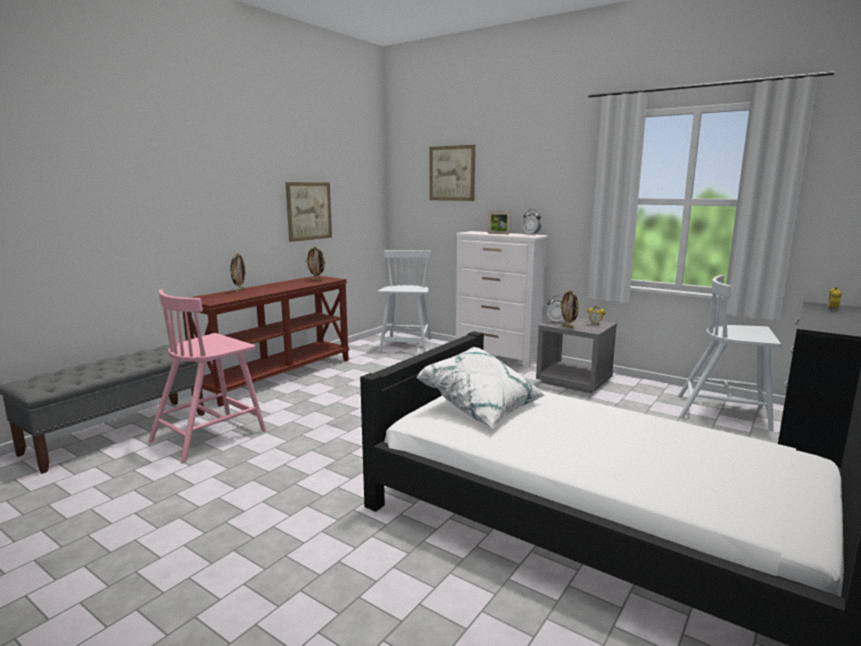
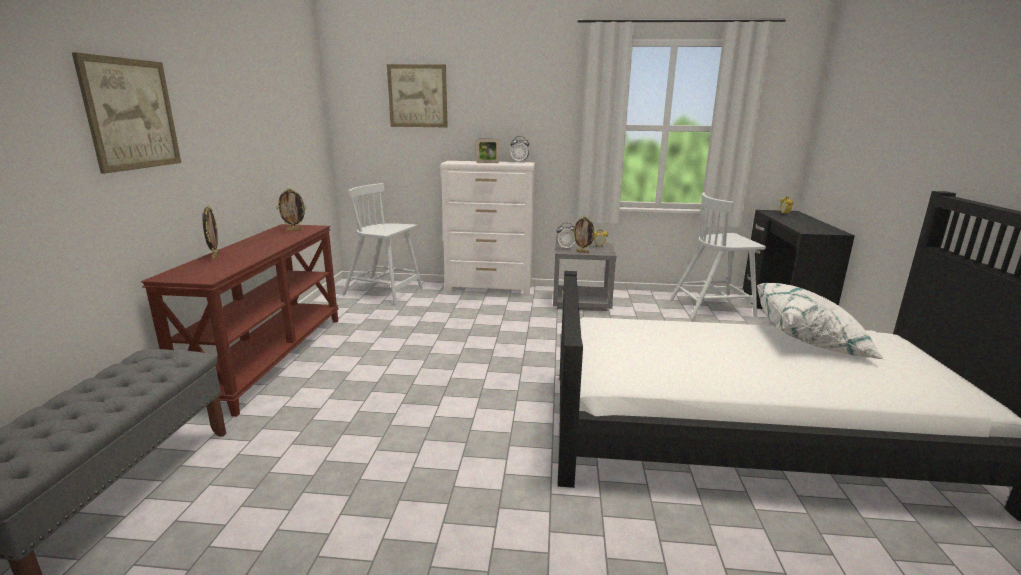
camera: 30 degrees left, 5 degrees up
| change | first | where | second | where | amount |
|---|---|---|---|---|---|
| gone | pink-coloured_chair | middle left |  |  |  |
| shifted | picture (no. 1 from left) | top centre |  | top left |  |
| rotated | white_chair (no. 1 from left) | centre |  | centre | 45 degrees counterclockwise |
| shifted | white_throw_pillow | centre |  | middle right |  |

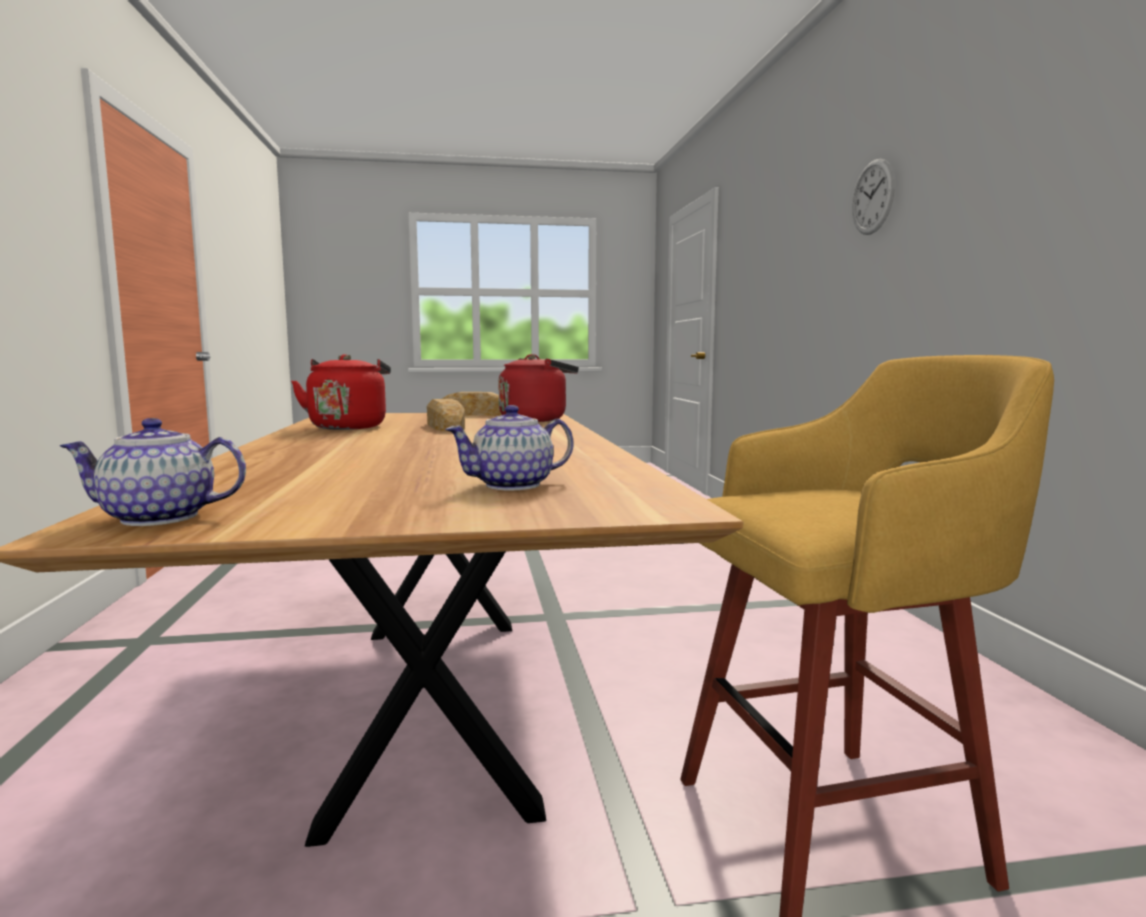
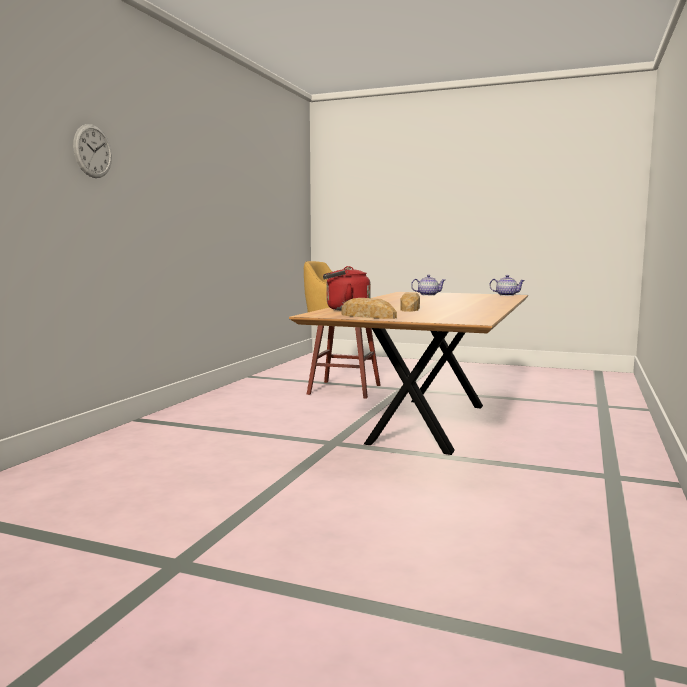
camera: 150 degrees left, 0 degrees up
| change | first | where | second | where | amount |
|---|---|---|---|---|---|
| gone | red_tea_kettle (no. 1 from left) | middle left |  |  |  |

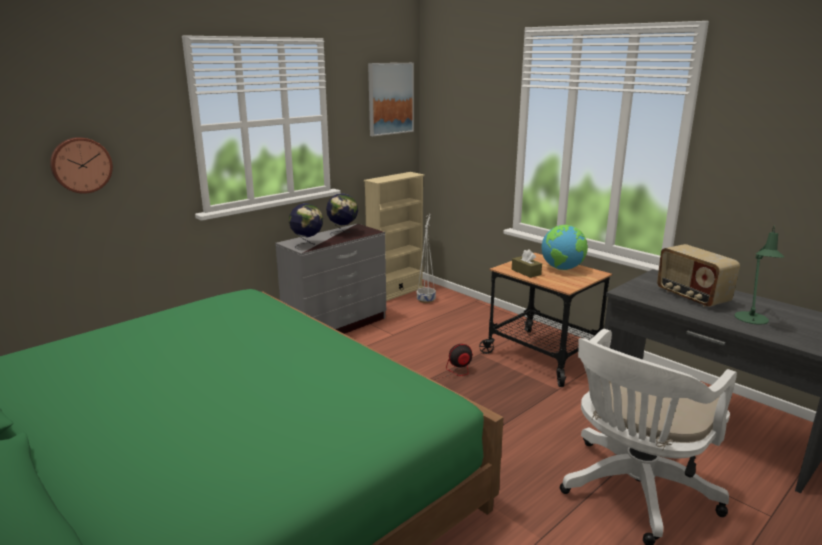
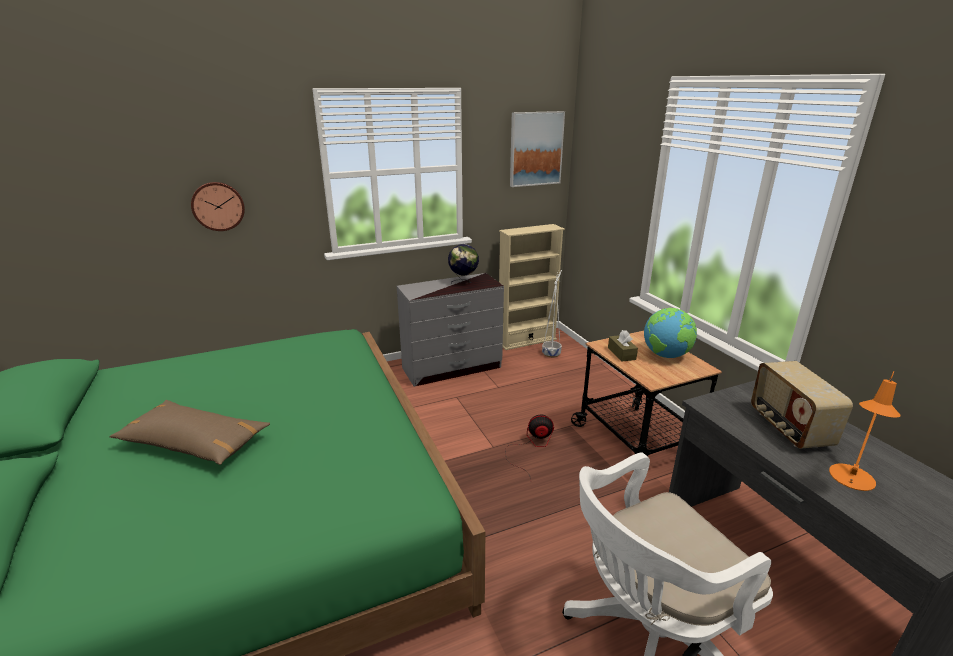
camera: 20 degrees right, 5 degrees up
| change | first | where | second | where | amount |
|---|---|---|---|---|---|
| gone | globe (no. 1 from left) | centre |  |  |  |
| repainted | green_tabletop_lamp | middle right | orangey_tabletop_lamp | middle right |  |
| new |  |  | brown_throw_pillow | middle left |  |

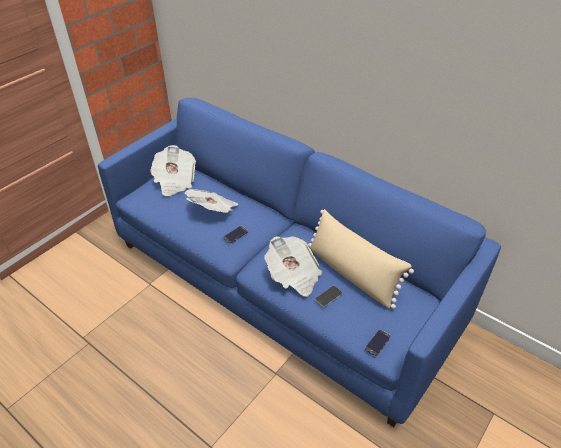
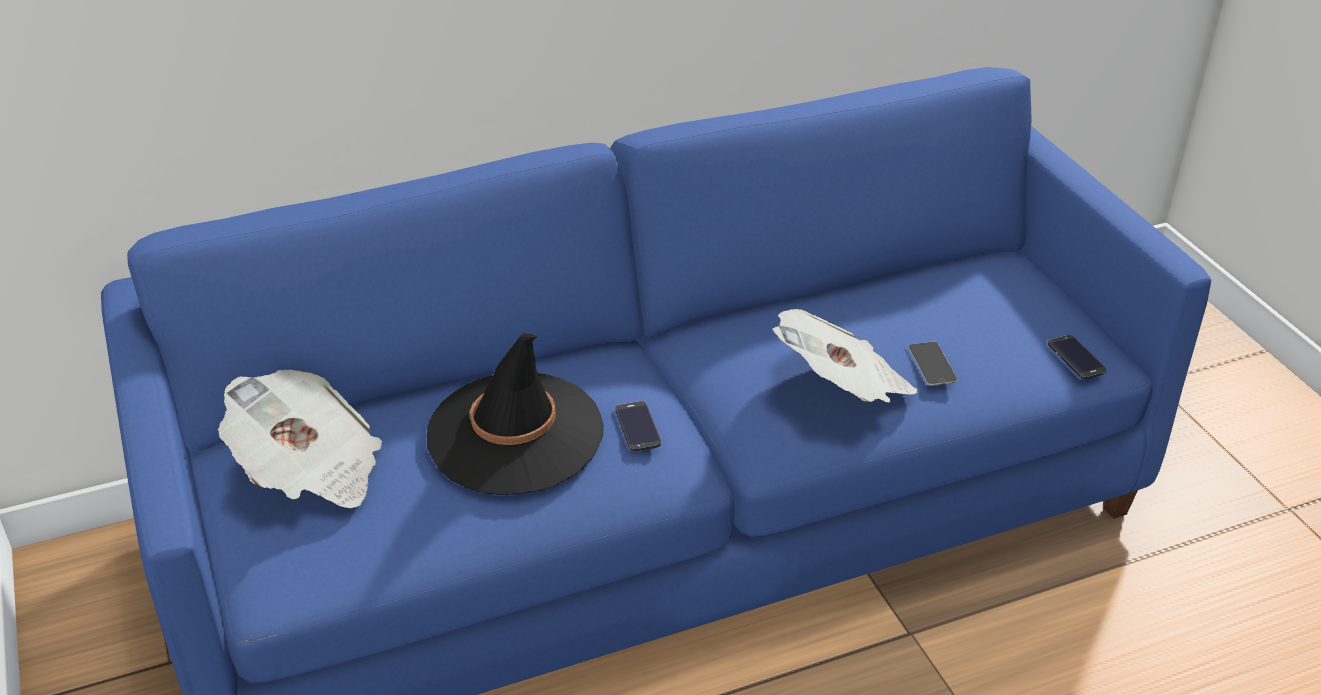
camera: 60 degrees left, 5 degrees down
| change | first | where | second | where | amount |
|---|---|---|---|---|---|
| swapped | printed_paper (no. 2 from left) | centre | blackish_clothing_hat | centre |  |
| gone | beige-coloured_throw_pillow | centre |  |  |  |

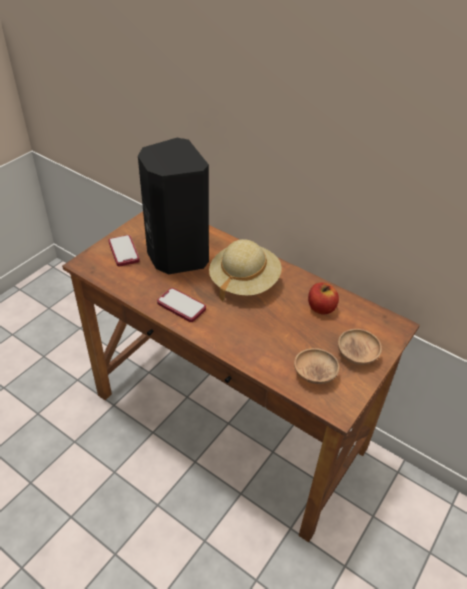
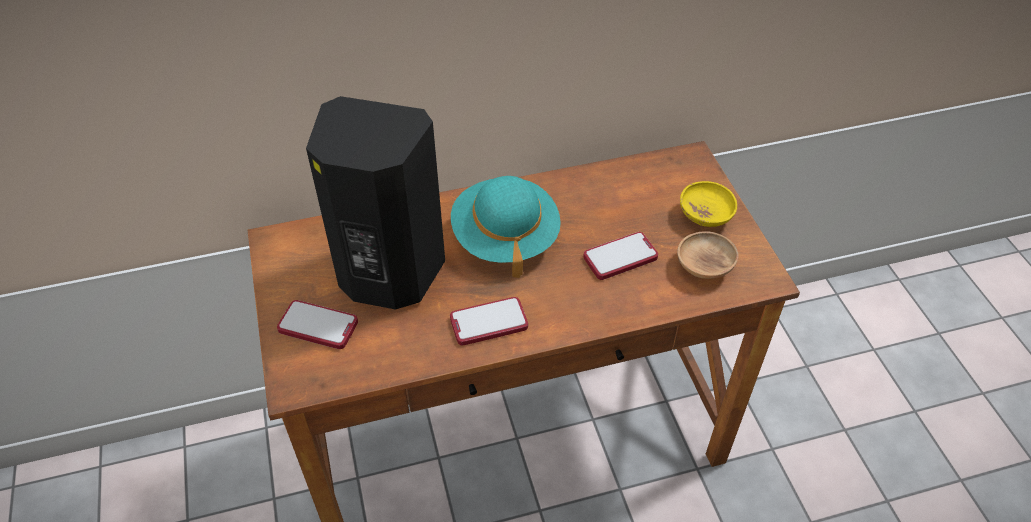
camera: 50 degrees left, 5 degrees up
| change | first | where | second | where | amount |
|---|---|---|---|---|---|
| repainted | beige-coloured_clothing_hat | centre | blue-green_clothing_hat | centre |  |
| gone | whole_apple | middle right |  |  |  |
| repainted | brown_serving_bowl (no. 2 from left) | middle right | yellow-coloured_serving_bowl | middle right |  |
| new |  |  | phone (no. 3 from left) | centre |  |

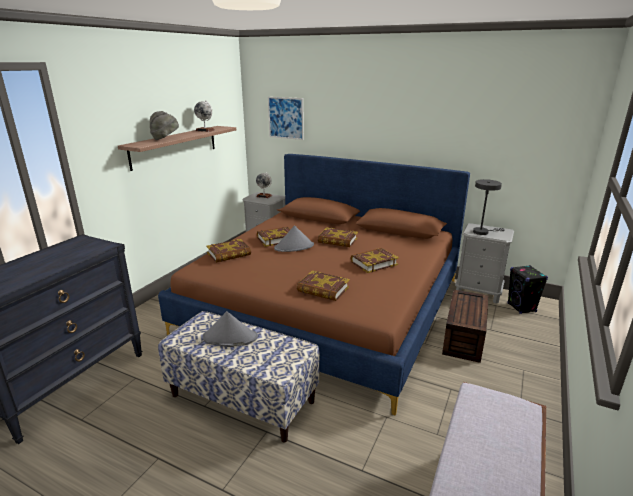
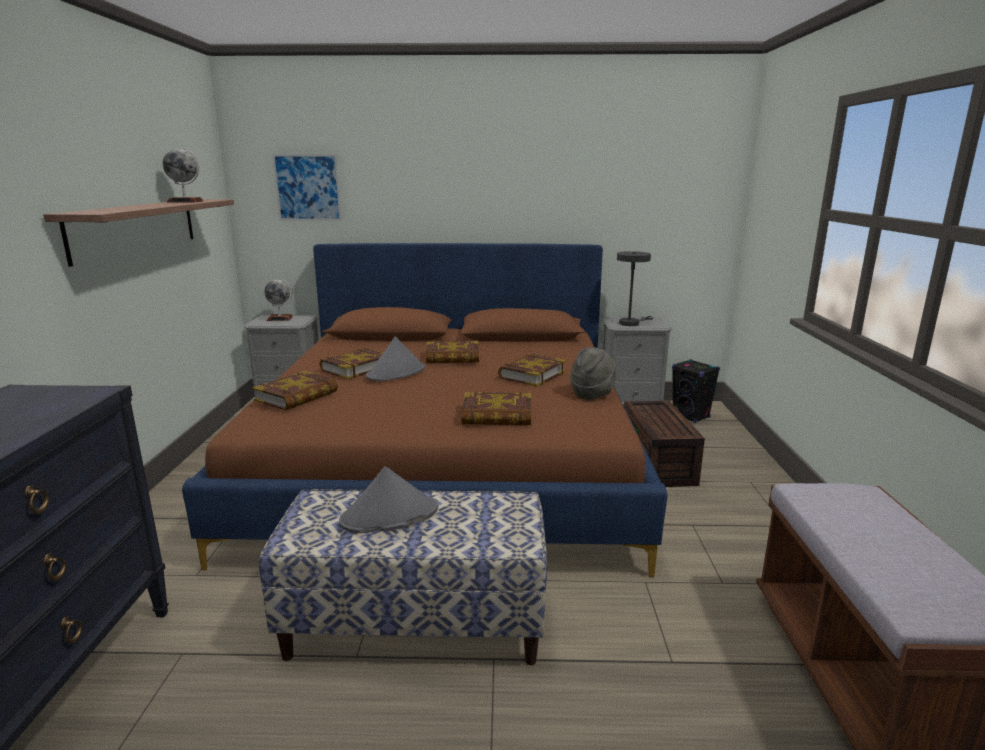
camera: 25 degrees left, 5 degrees down
| change | first | where | second | where | amount |
|---|---|---|---|---|---|
| shifted | greyish_clothing_hat (no. 1 from left in the first image) | top left | greyish_clothing_hat (no. 3 from left) | centre |  |

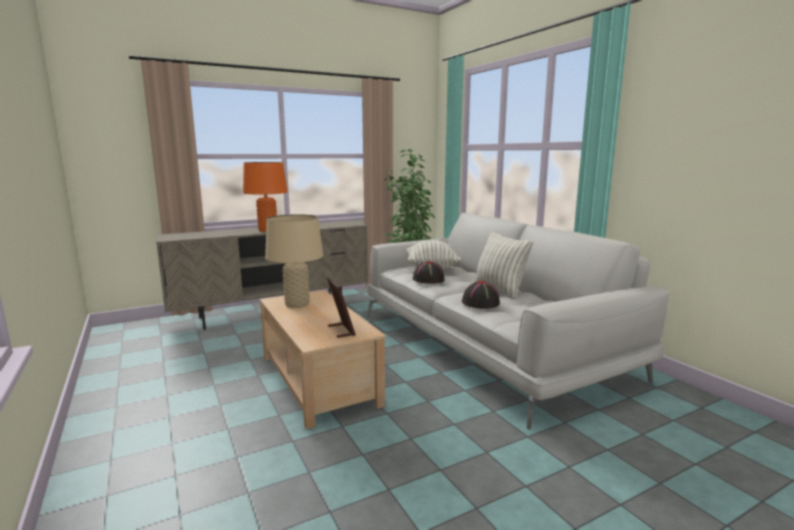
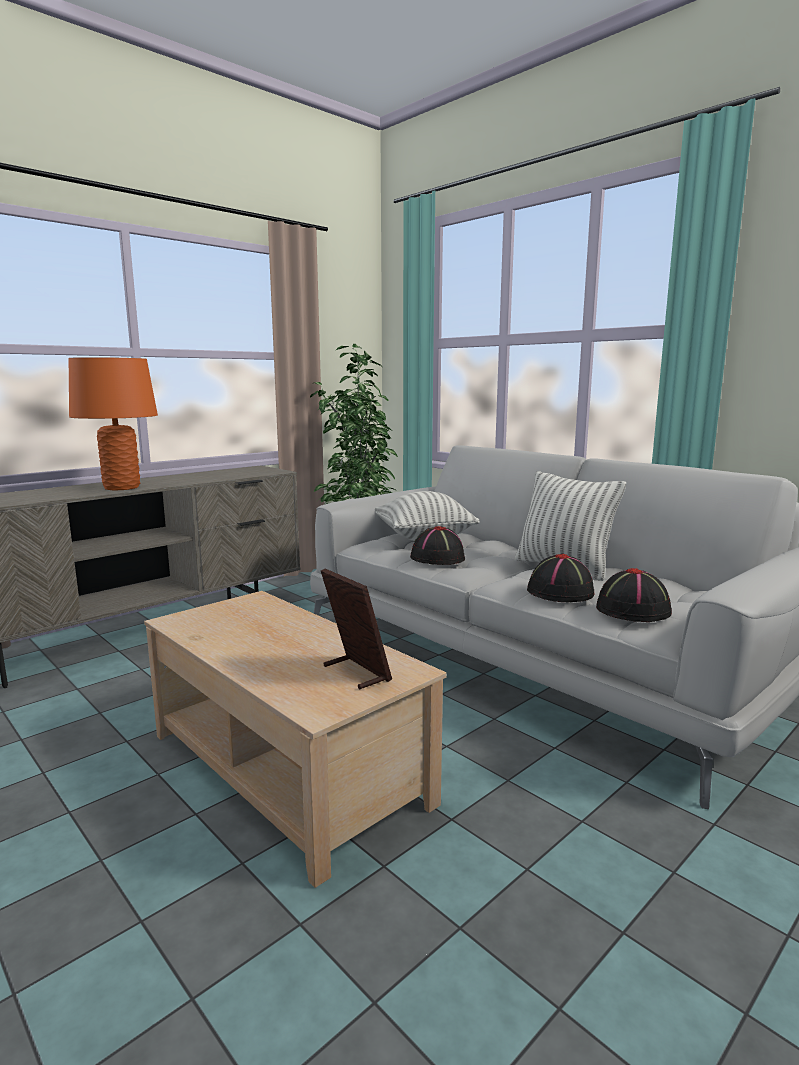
camera: 15 degrees left, 0 degrees up
| change | first | where | second | where | amount |
|---|---|---|---|---|---|
| gone | beige-coloured_tabletop_lamp | centre |  |  |  |
| new |  |  | blackish_clothing_hat (no. 3 from left) | middle right |  |

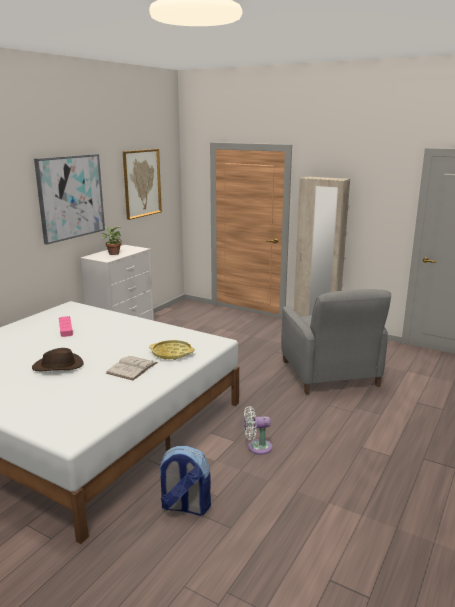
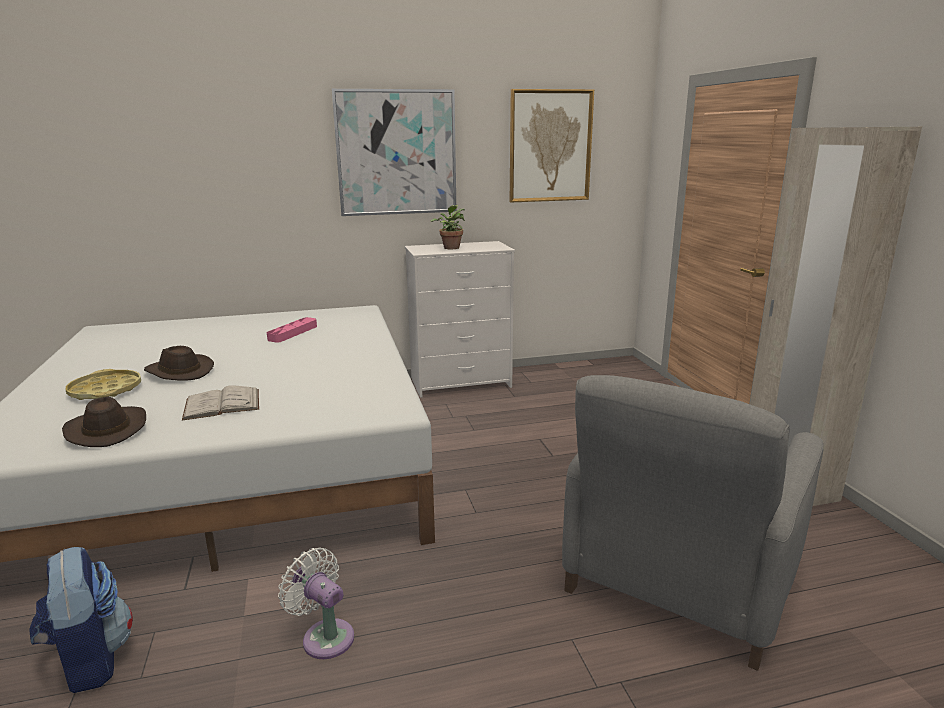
camera: 45 degrees right, 0 degrees up
| change | first | where | second | where | amount |
|---|---|---|---|---|---|
| shifted | yellow-coloured_serving_tray | centre |  | middle left |  |
| new |  |  | brown_clothing_hat (no. 1 from left) | middle left |  |

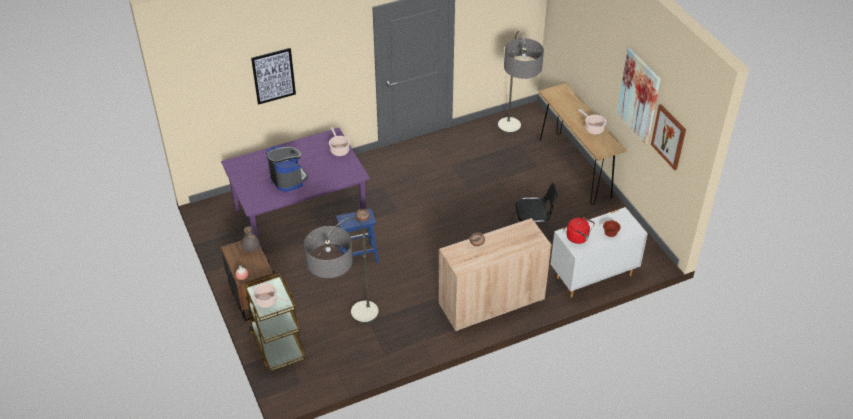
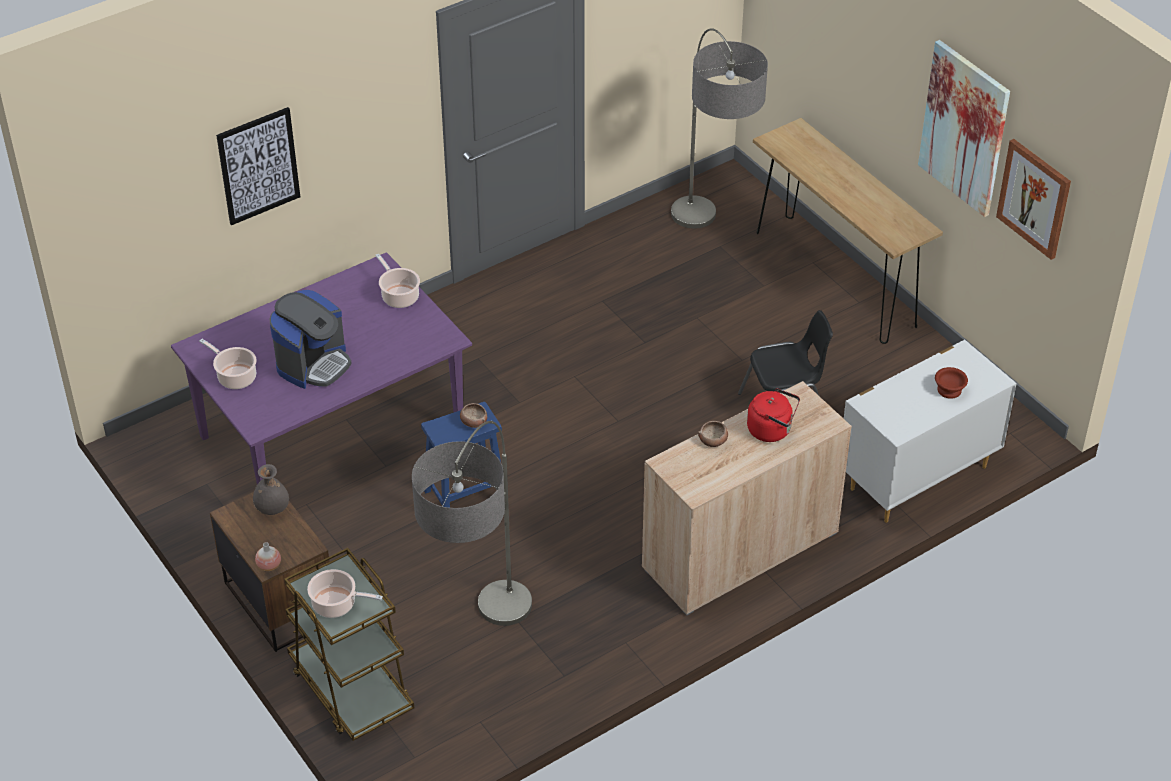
camera: 10 degrees left, 0 degrees up
| change | first | where | second | where | amount |
|---|---|---|---|---|---|
| rotated | coffee_machine | centre |  | middle left | 75 degrees clockwise |
| shifted | red_tea_kettle | middle right |  | centre |  |
| shifted | stockpot (no. 3 from left in the first image) | top right | stockpot (no. 1 from left) | middle left |  |

